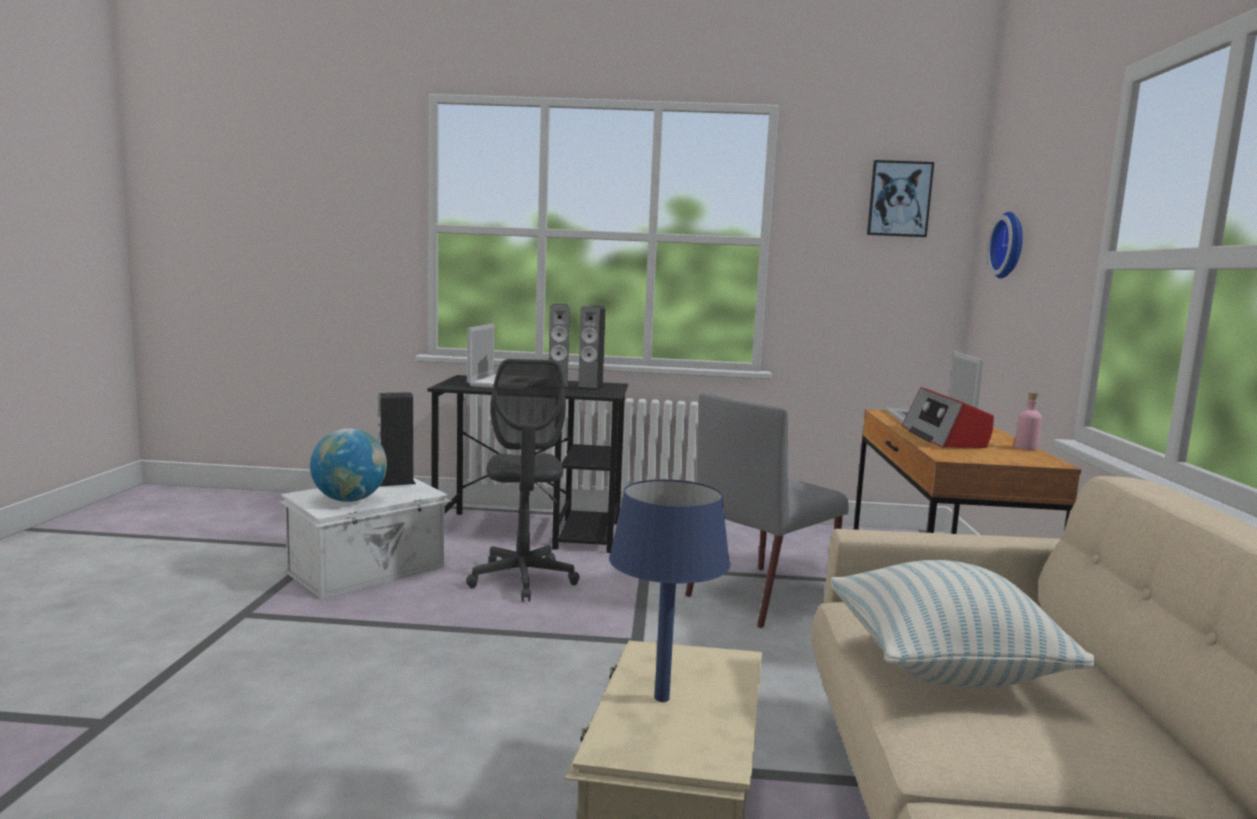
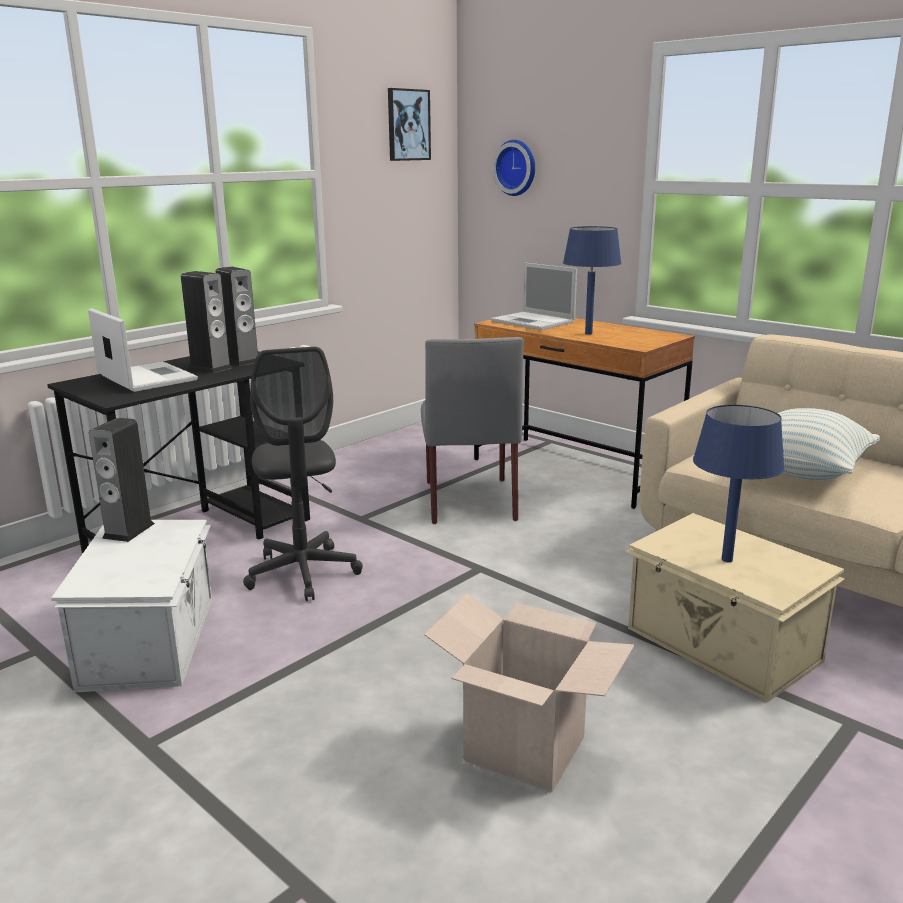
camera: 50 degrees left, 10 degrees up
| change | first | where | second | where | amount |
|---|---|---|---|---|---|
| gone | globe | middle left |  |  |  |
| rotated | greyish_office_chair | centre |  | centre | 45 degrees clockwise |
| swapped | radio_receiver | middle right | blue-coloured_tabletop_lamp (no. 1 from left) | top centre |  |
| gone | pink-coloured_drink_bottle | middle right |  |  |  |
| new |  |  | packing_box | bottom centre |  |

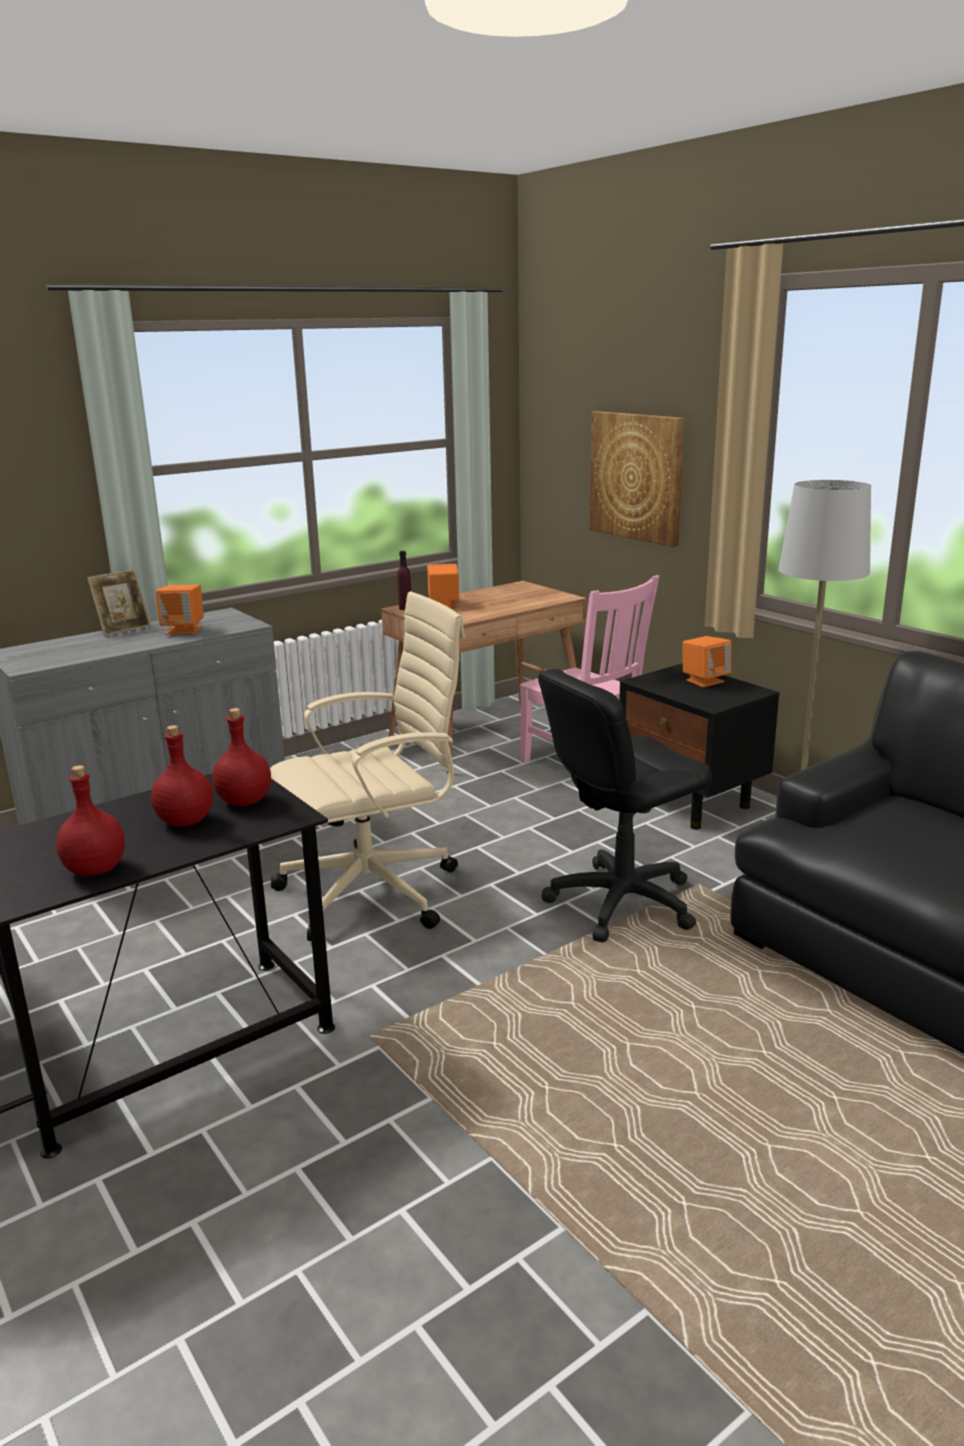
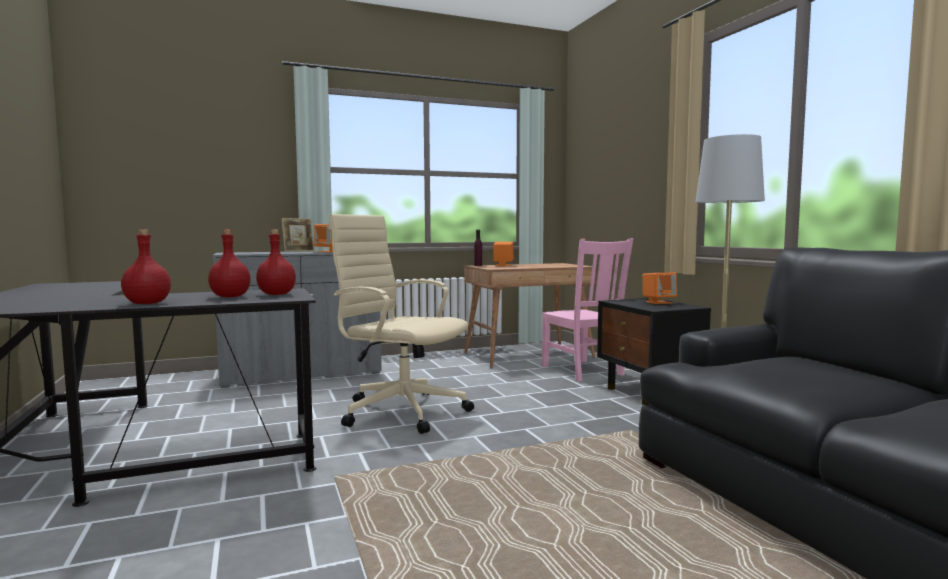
camera: 15 degrees right, 15 degrees down
| change | first | where | second | where | amount |
|---|---|---|---|---|---|
| rotated | beige-coloured_office_chair | centre |  | centre | 135 degrees counterclockwise |
| gone | blackish_office_chair | centre |  |  |  |
| gone | picture | top centre |  |  |  |

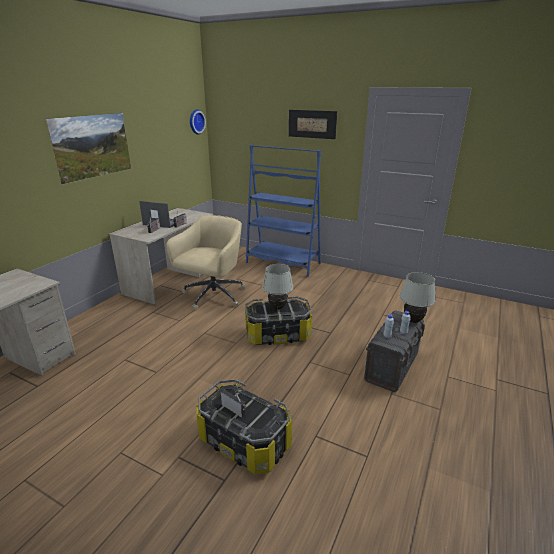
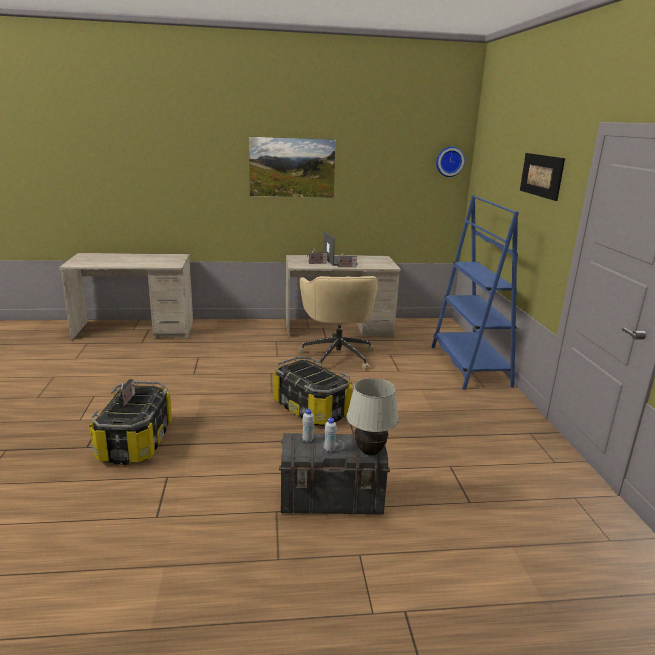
camera: 55 degrees right, 5 degrees down
| change | first | where | second | where | amount |
|---|---|---|---|---|---|
| rotated | beige-coloured_office_chair | centre |  | centre | 90 degrees clockwise |
| gone | white_tabletop_lamp (no. 1 from left) | centre |  |  |  |

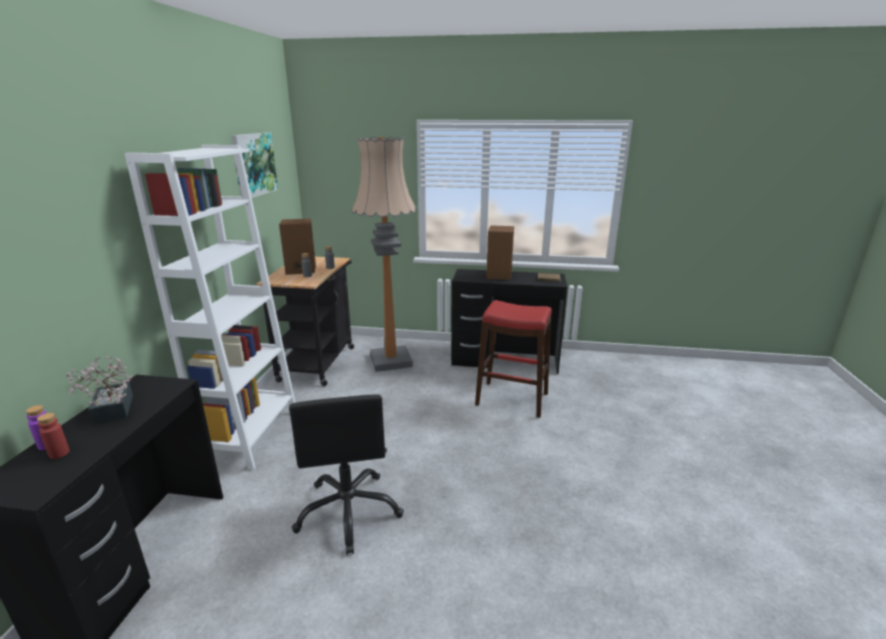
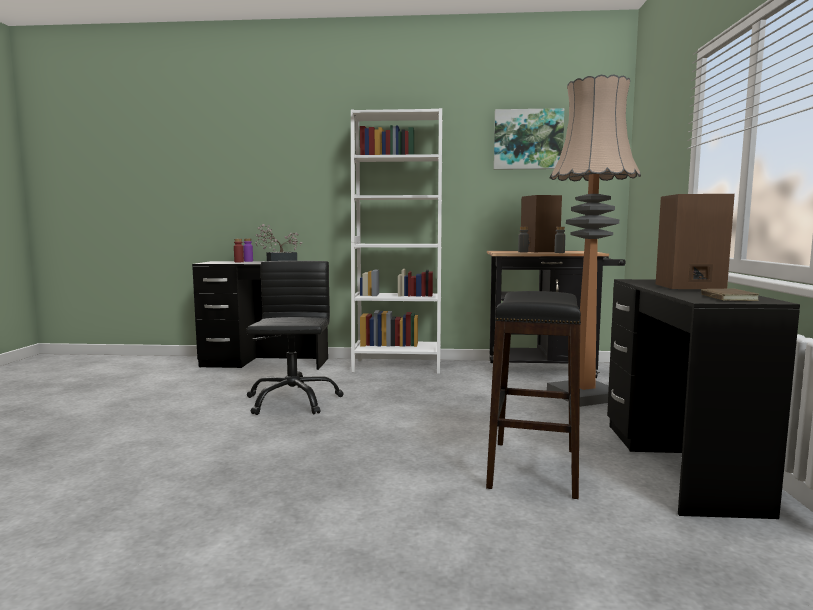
camera: 85 degrees right, 15 degrees down
| change | first | where | second | where | amount |
|---|---|---|---|---|---|
| rotated | blackish_office_chair | bottom centre |  | centre | 105 degrees clockwise |
| repainted | red_stool | centre | blackish_stool | centre |  |

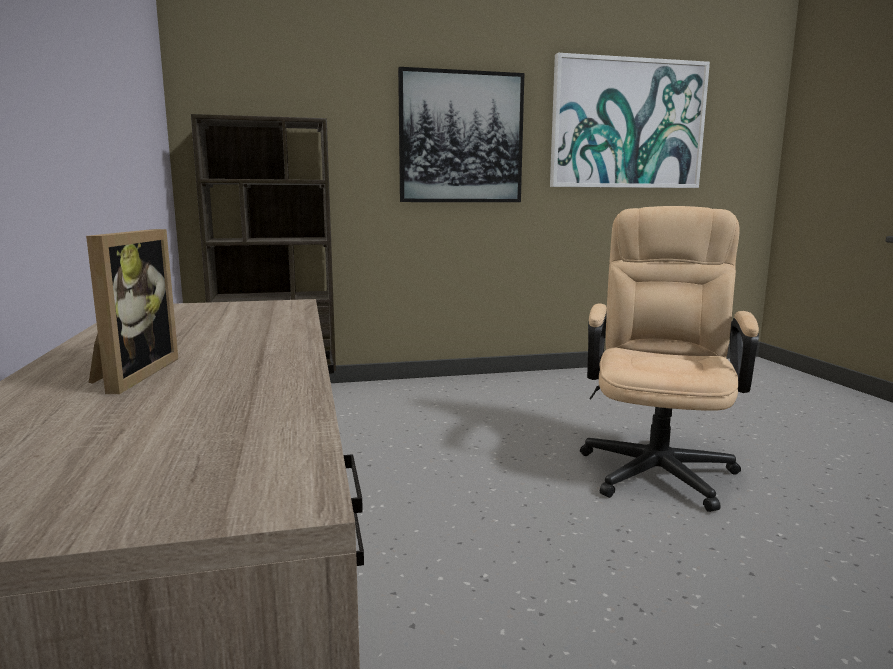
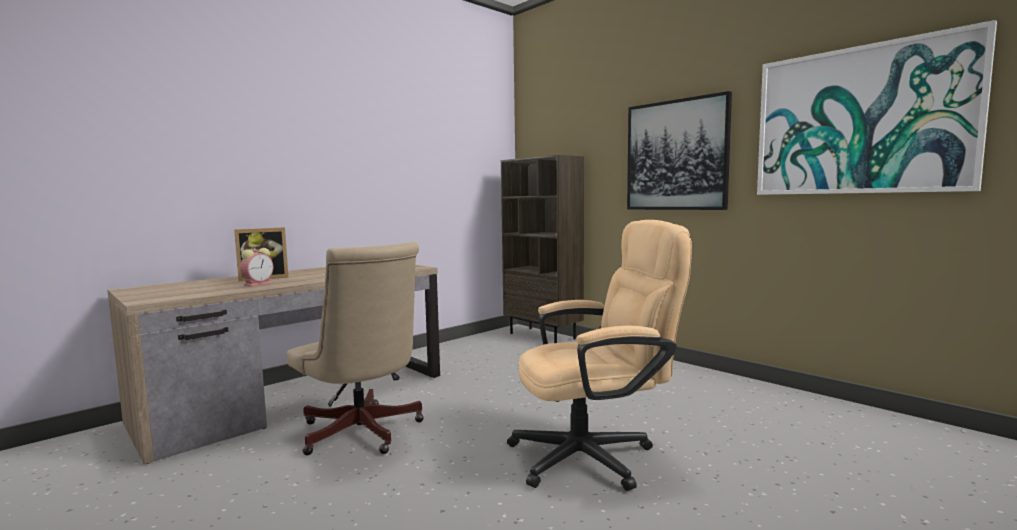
camera: 60 degrees right, 5 degrees down
| change | first | where | second | where | amount |
|---|---|---|---|---|---|
| new |  |  | table_clock | middle left |  |
| new |  |  | beige-coloured_office_chair (no. 1 from left) | centre |  |

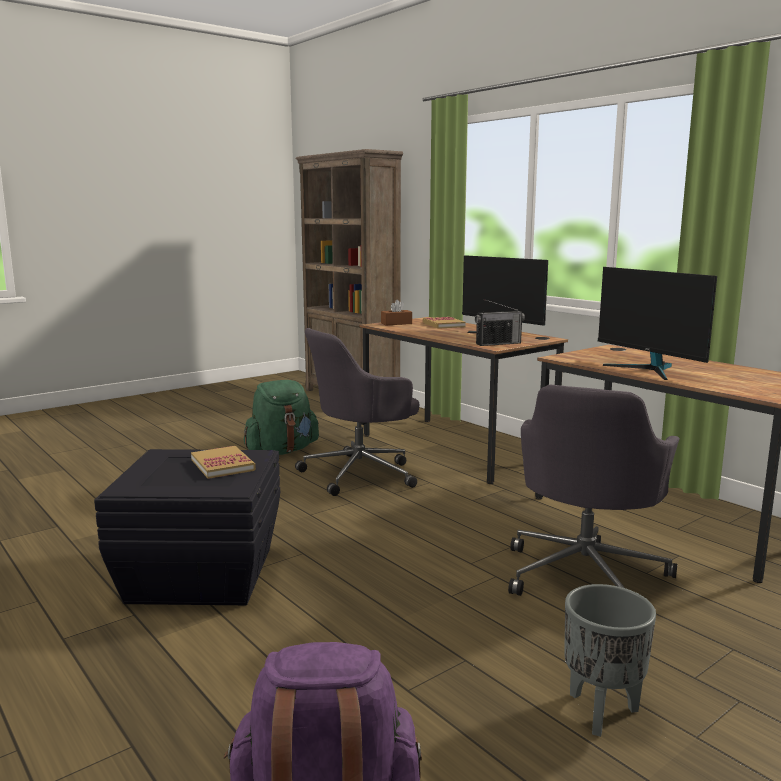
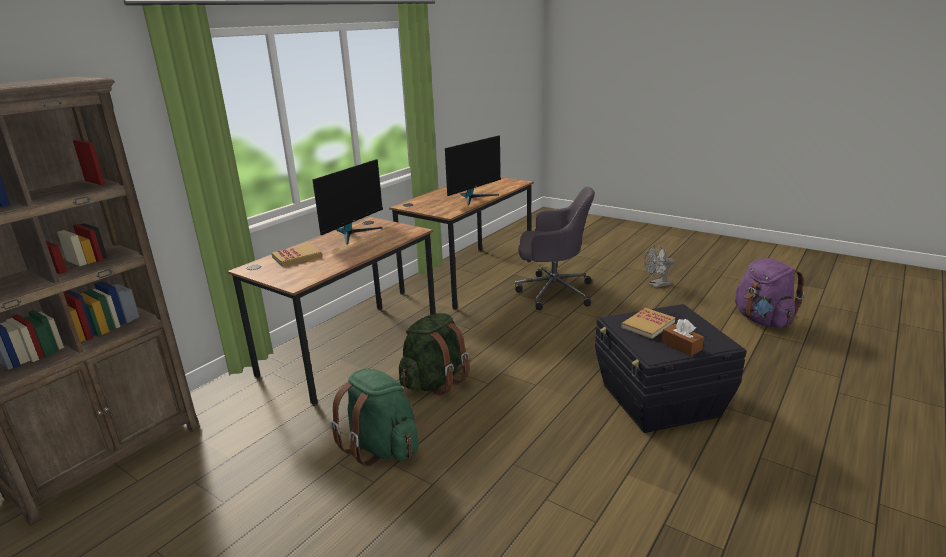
camera: 105 degrees left, 10 degrees up
| change | first | where | second | where | amount |
|---|---|---|---|---|---|
| swapped | greyish_office_chair (no. 1 from left) | centre | green_rucksack (no. 2 from left) | centre |  |
| shifted | brown_tissue_box | centre |  | middle right |  |
| gone | radio_receiver | centre |  |  |  |
| swapped | greyish_planter | bottom right | greyish_fan | middle right |  |

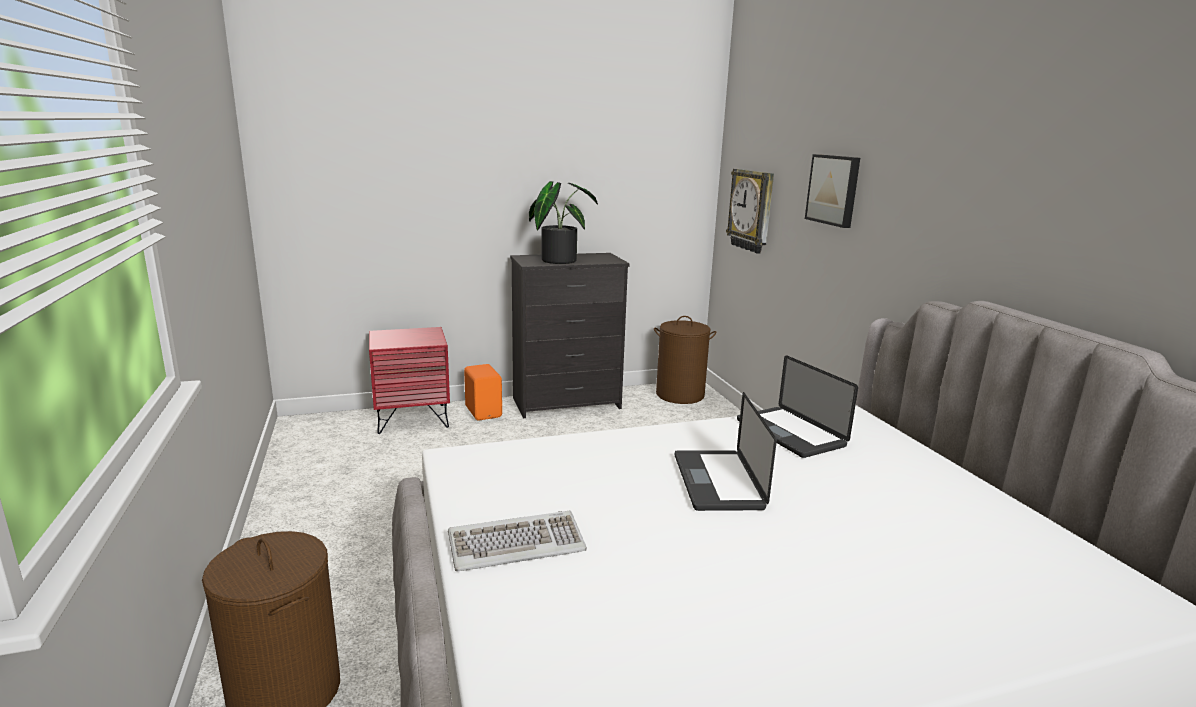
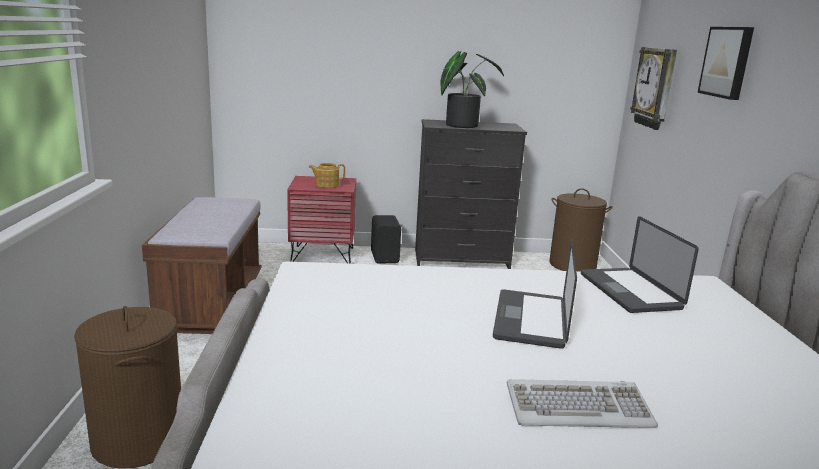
camera: 15 degrees right, 0 degrees up
| change | first | where | second | where | amount |
|---|---|---|---|---|---|
| shifted | computer_keyboard | bottom centre |  | bottom right |  |
| repainted | orangey_loudspeaker | centre | blackish_loudspeaker | centre |  |
| new |  |  | brown_long_seat | middle left |  |
| new |  |  | teapot | centre |  |

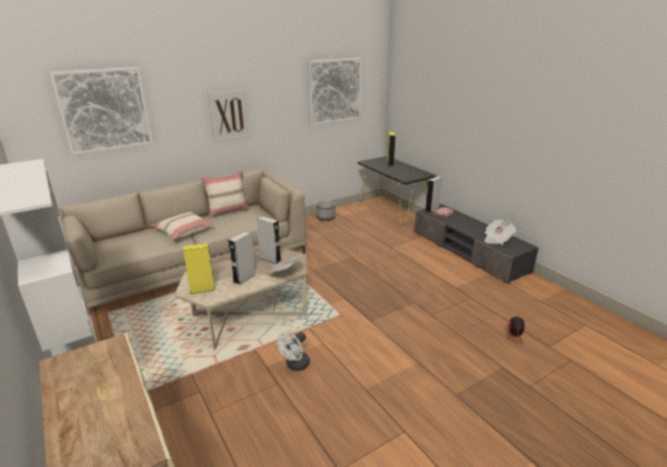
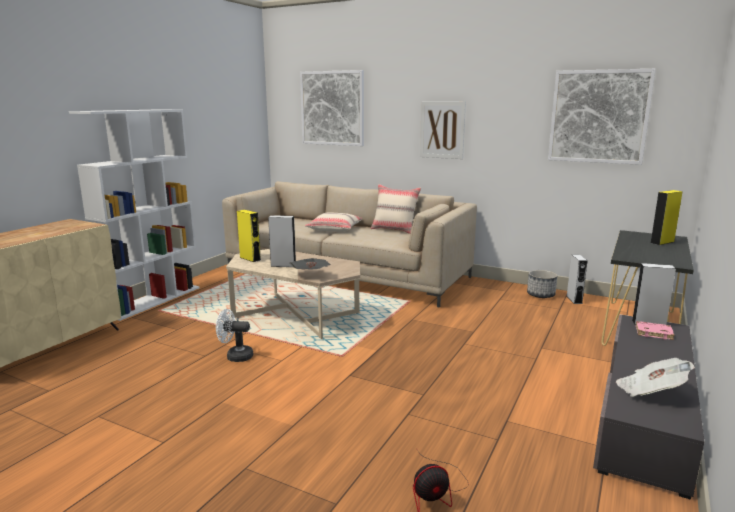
camera: 60 degrees right, 10 degrees down
| change | first | where | second | where | amount |
|---|---|---|---|---|---|
| shifted | greyish_loudspeaker (no. 2 from left) | centre |  | middle right |  |

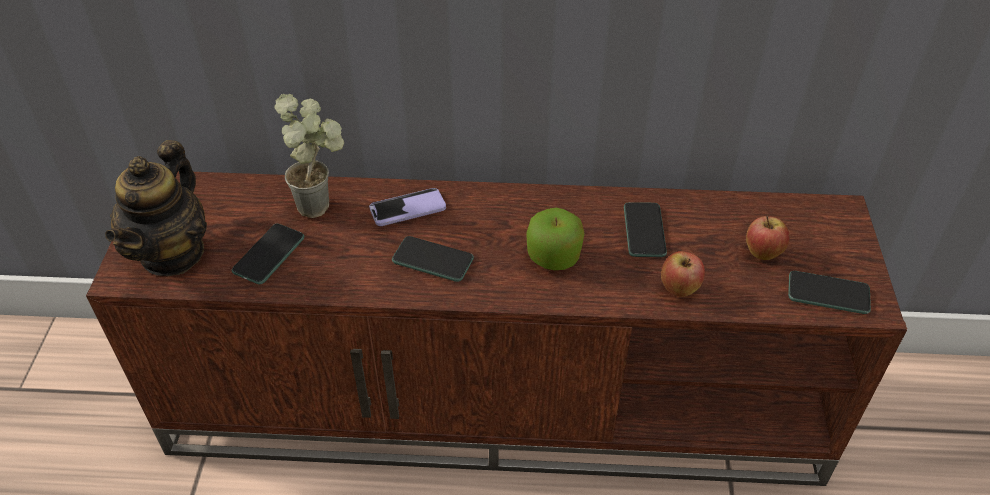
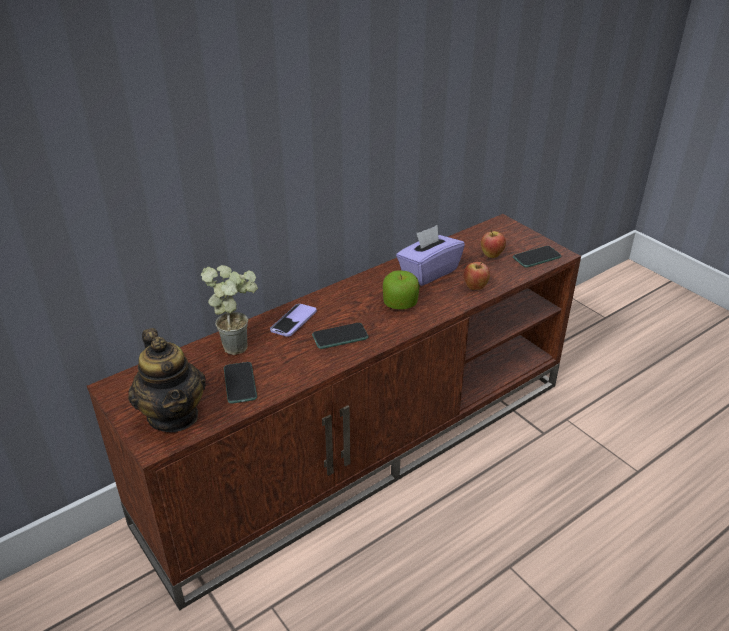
camera: 40 degrees left, 10 degrees down
| change | first | where | second | where | amount |
|---|---|---|---|---|---|
| swapped | phone (no. 4 from left) | centre | purplish_tissue_box | centre |  |

